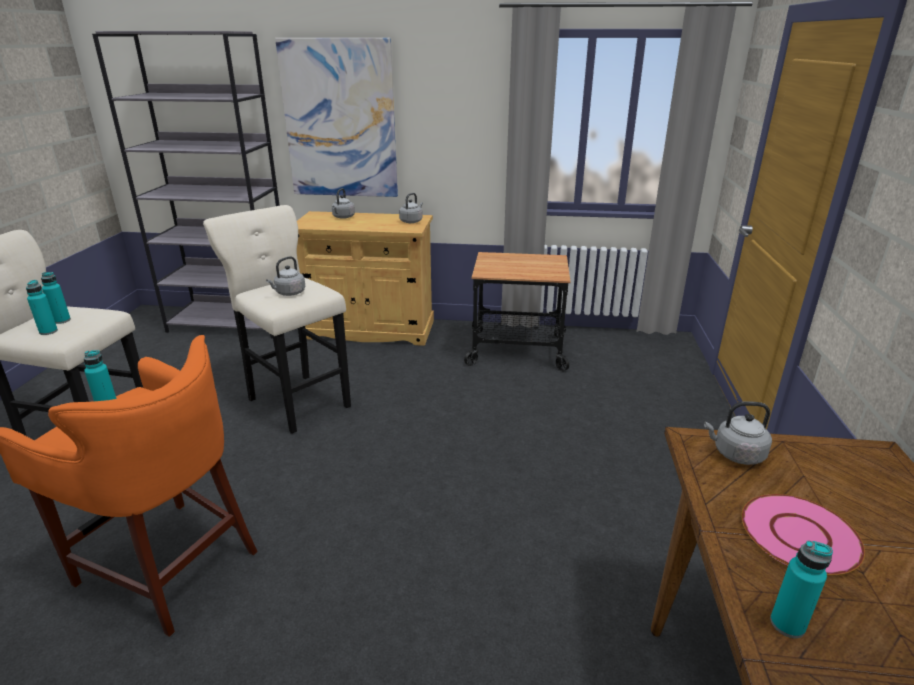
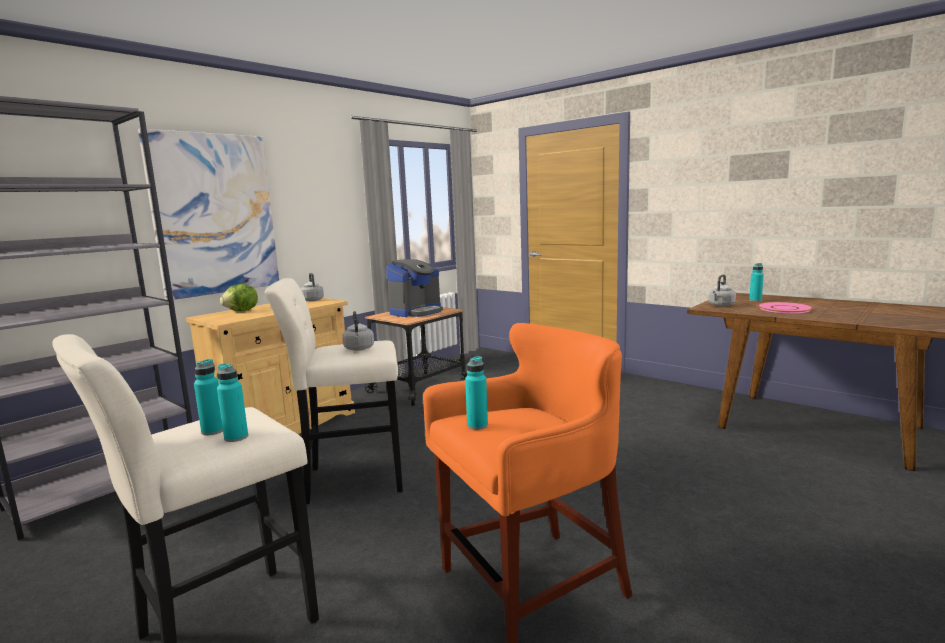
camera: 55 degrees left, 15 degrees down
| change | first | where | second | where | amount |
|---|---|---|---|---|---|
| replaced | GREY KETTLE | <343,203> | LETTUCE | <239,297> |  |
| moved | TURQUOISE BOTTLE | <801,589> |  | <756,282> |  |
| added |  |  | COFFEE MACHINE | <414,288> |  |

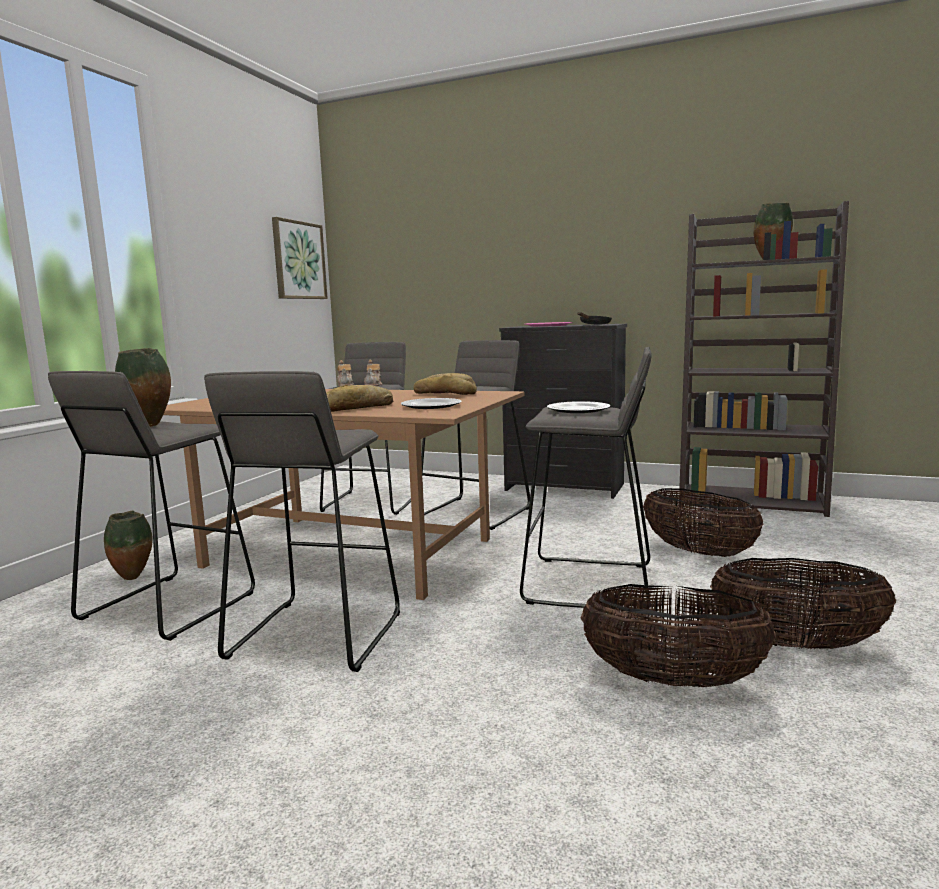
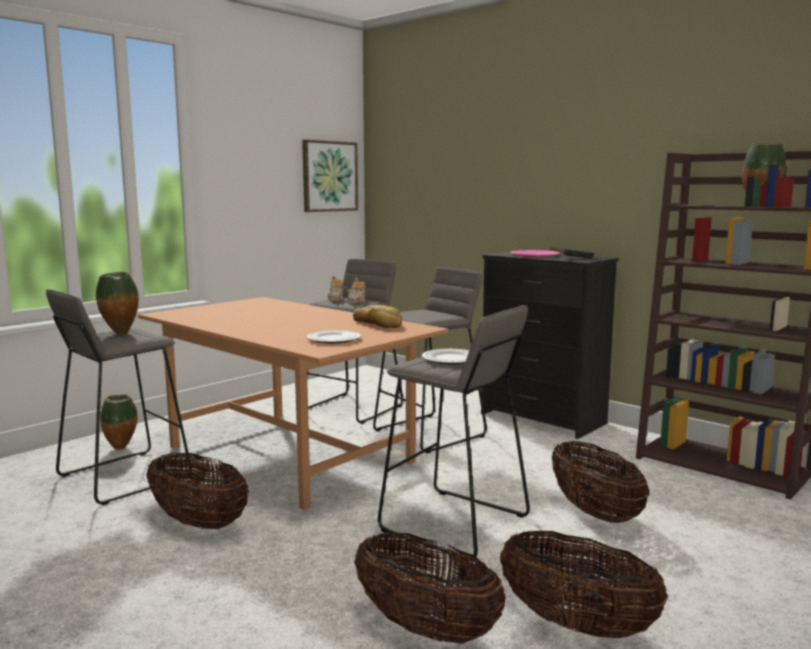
camera: 20 degrees right, 0 degrees up
| change | first | where | second | where | amount |
|---|---|---|---|---|---|
| replaced | GREY STOOL | <302,521> | BASKET | <197,491> |  |
| removed | BREAD | <360,398> |  |  |  |

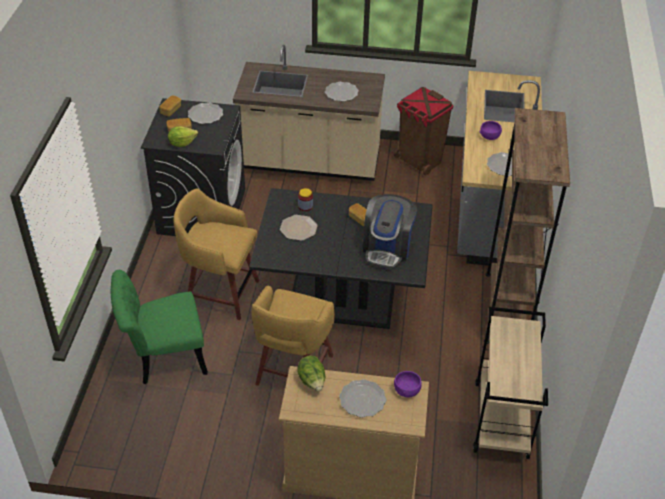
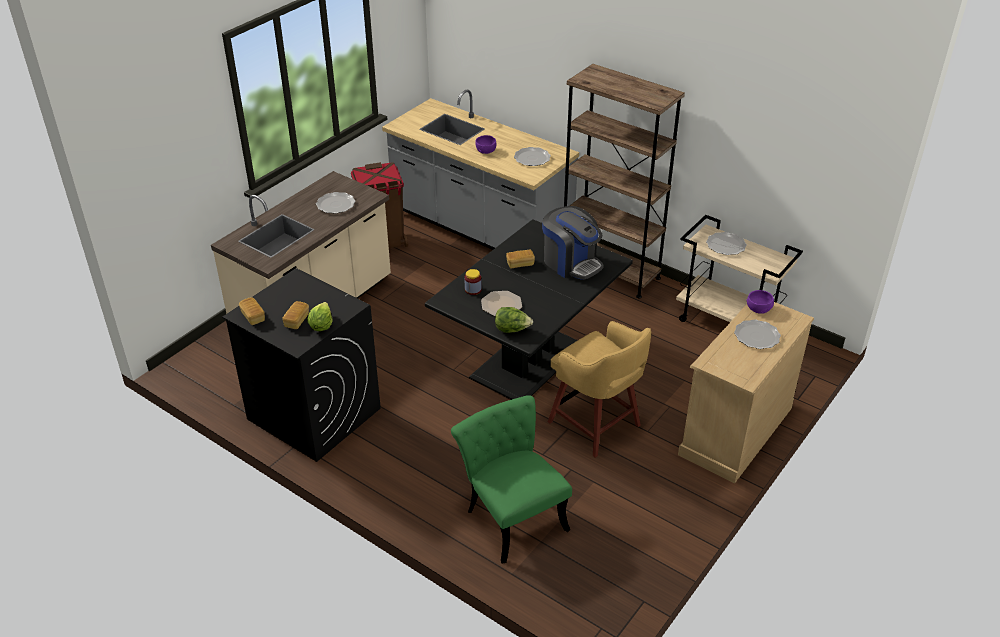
camera: 60 degrees left, 5 degrees down
| change | first | where | second | where | amount |
|---|---|---|---|---|---|
| turned | GREEN CHAIR | <159,327> |  | <511,479> | 135 degrees clockwise |
| removed | YELLOW STOOL | <216,254> |  |  |  |
| moved | PLATE | <205,113> |  | <726,243> |  |
| moved | LETTUCE | <311,373> |  | <514,320> |  |

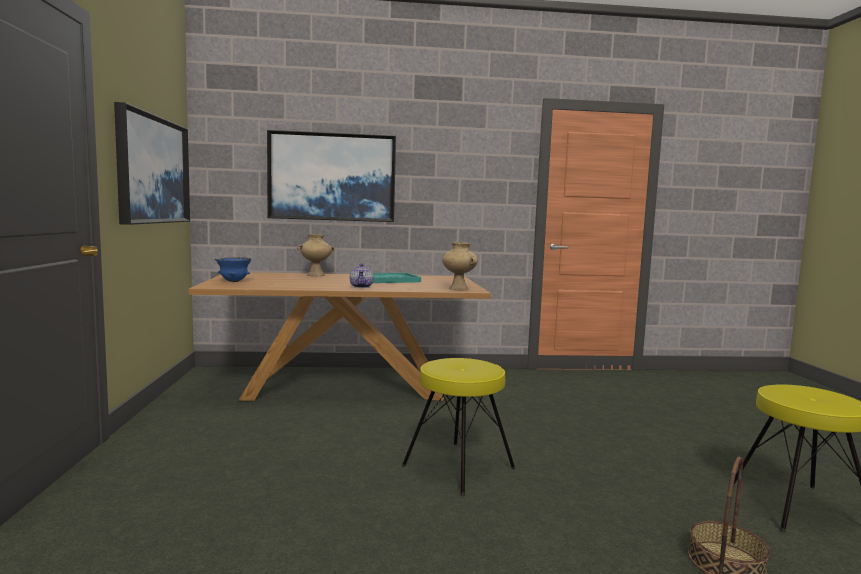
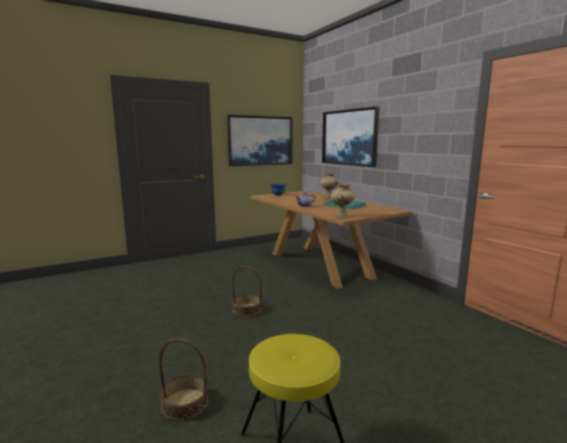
camera: 65 degrees right, 5 degrees up
| change | first | where | second | where | amount |
|---|---|---|---|---|---|
| replaced | YELLOW STOOL | <458,427> | BASKET | <247,291> |  |

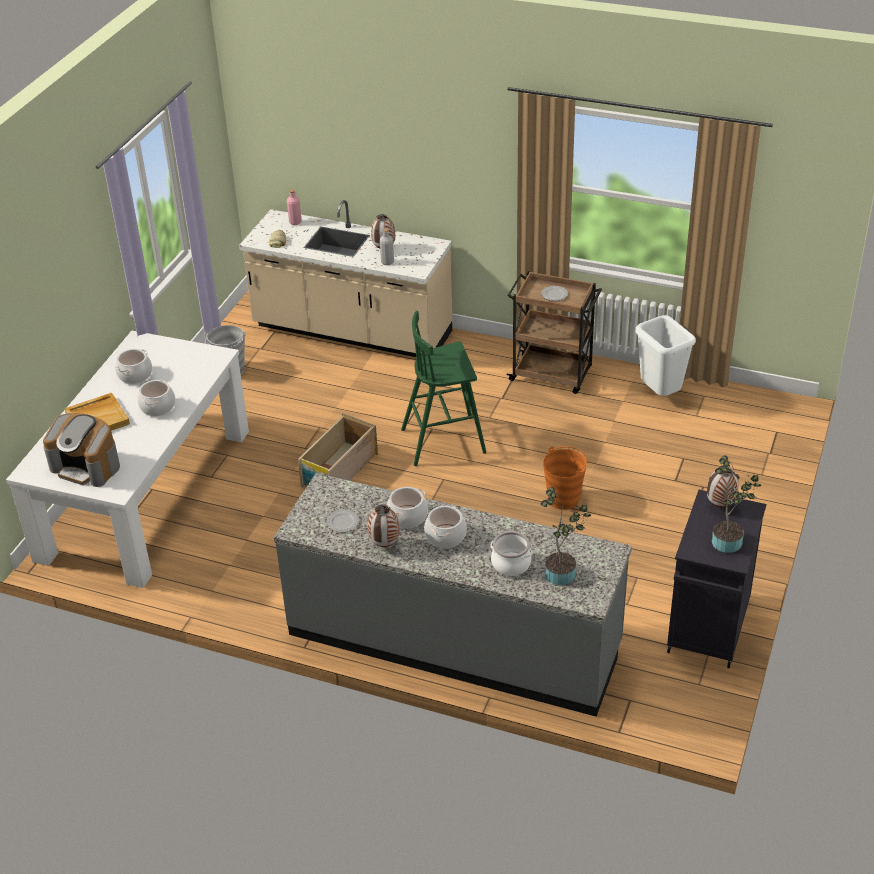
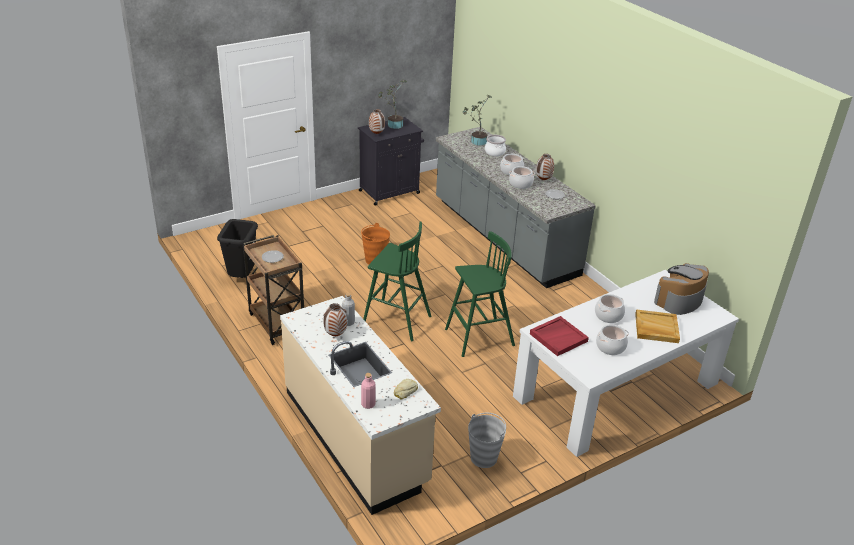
camera: 145 degrees left, 5 degrees down
| change | first | where | second | where | amount |
|---|---|---|---|---|---|
| turned | COFFEE MACHINE | <81,450> |  | <681,289> | 105 degrees counterclockwise |
| replaced | CRATE | <338,450> | GREEN STOOL | <480,294> |  |
| recoloured | WHITE TRASH CAN | <665,355> | BLACK TRASH CAN | <237,248> |  |
| added |  |  | RED TRAY | <559,336> |  |

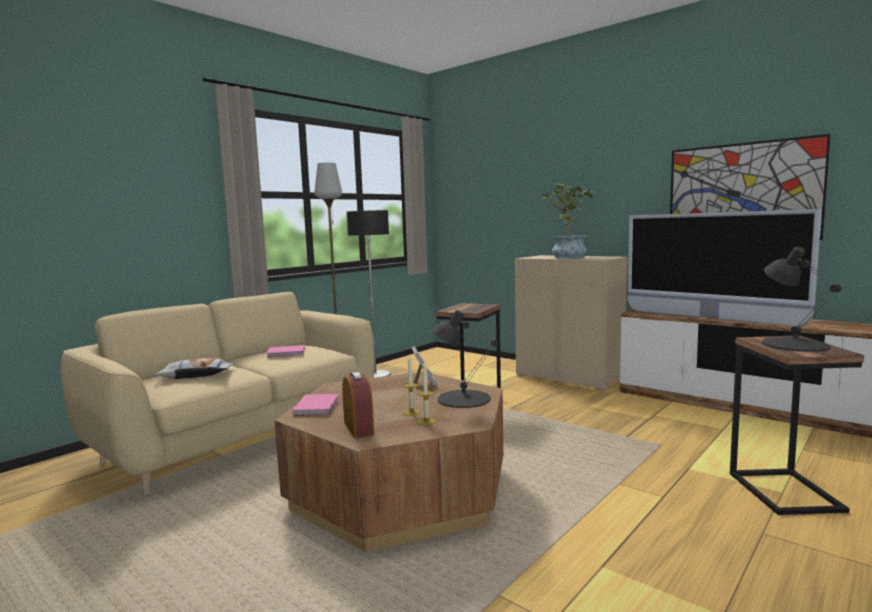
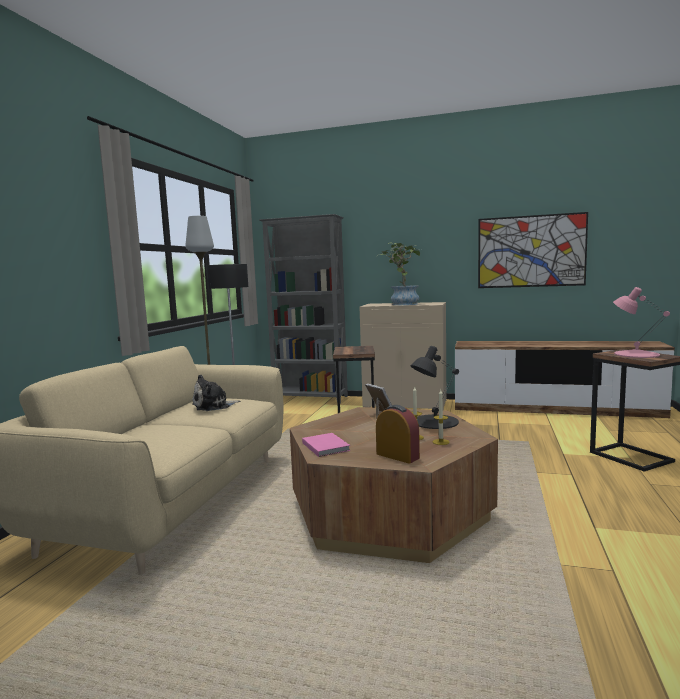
camera: 25 degrees left, 0 degrees up
| change | first | where | second | where | amount |
|---|---|---|---|---|---|
| removed | PILLOW | <194,368> |  |  |  |
| replaced | PINK BOOK | <285,351> | PLUSH TOY | <216,393> |  |
| removed | TELEVISION | <725,268> |  |  |  |
| recoloured | BLACK TABLE LAMP | <802,299> | PINK TABLE LAMP | <641,322> |  |
| added |  |  | GREY BOOKCASE | <303,308> |  |

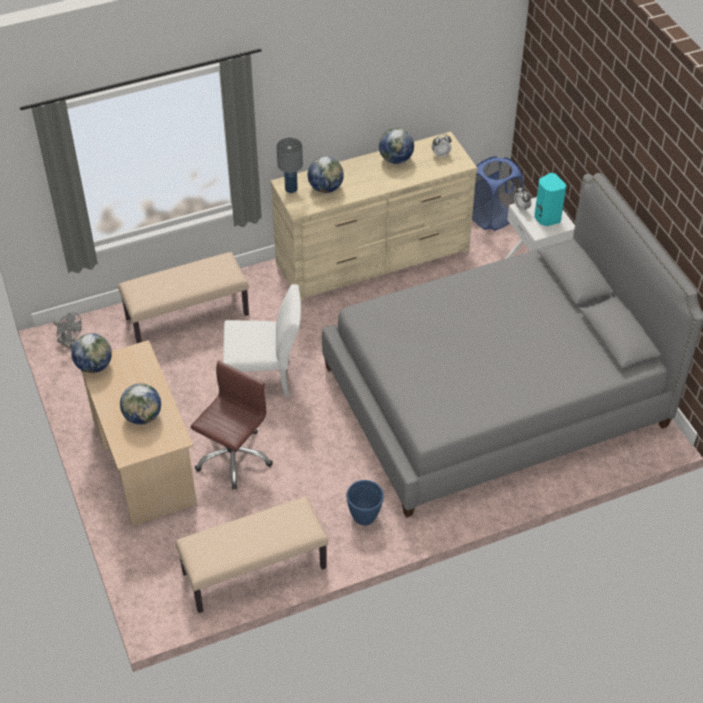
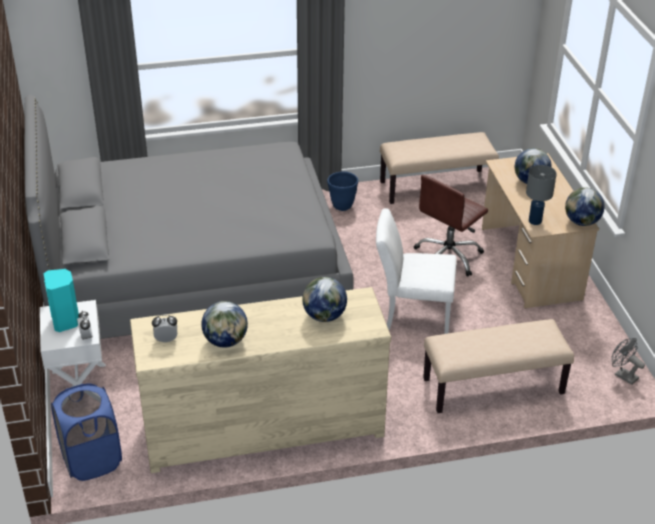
camera: 170 degrees left, 10 degrees down
| change | first | where | second | where | amount |
|---|---|---|---|---|---|
| moved | GREY TABLE LAMP | <290,165> |  | <541,195> |  |

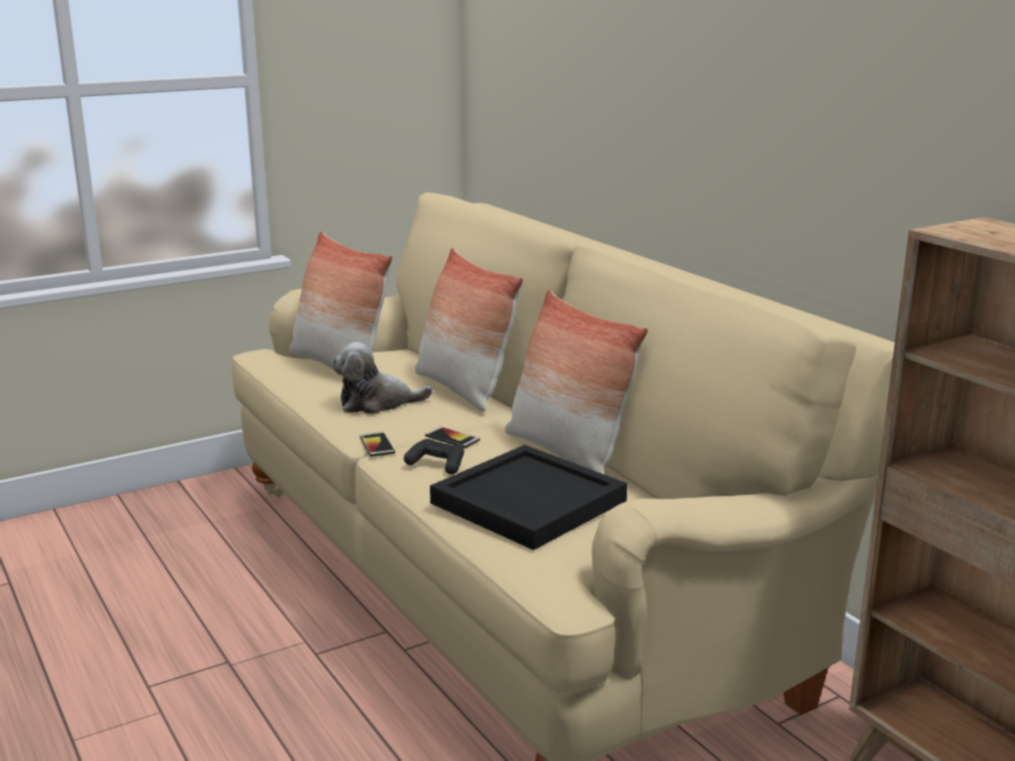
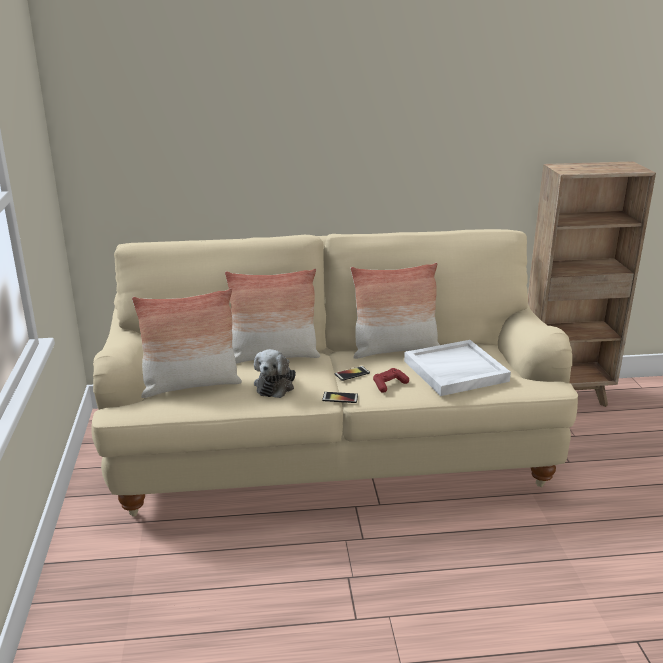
camera: 65 degrees left, 5 degrees up
| change | first | where | second | where | amount |
|---|---|---|---|---|---|
| recoloured | BLACK GAME CONTROLLER | <434,456> | RED GAME CONTROLLER | <391,380> |  |
| recoloured | BLACK TRAY | <528,497> | WHITE TRAY | <457,368> |  |

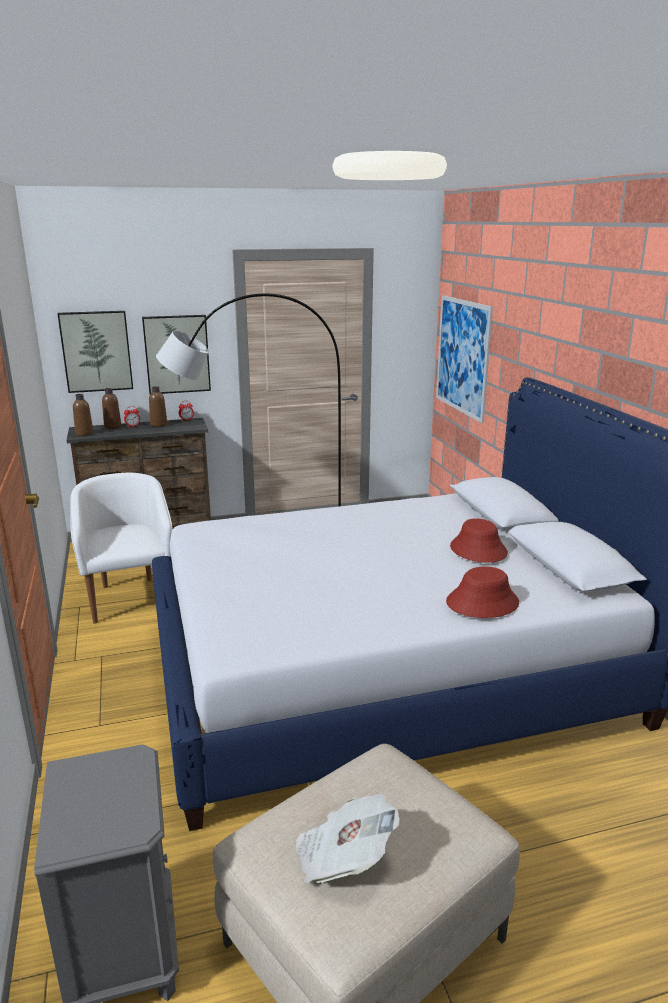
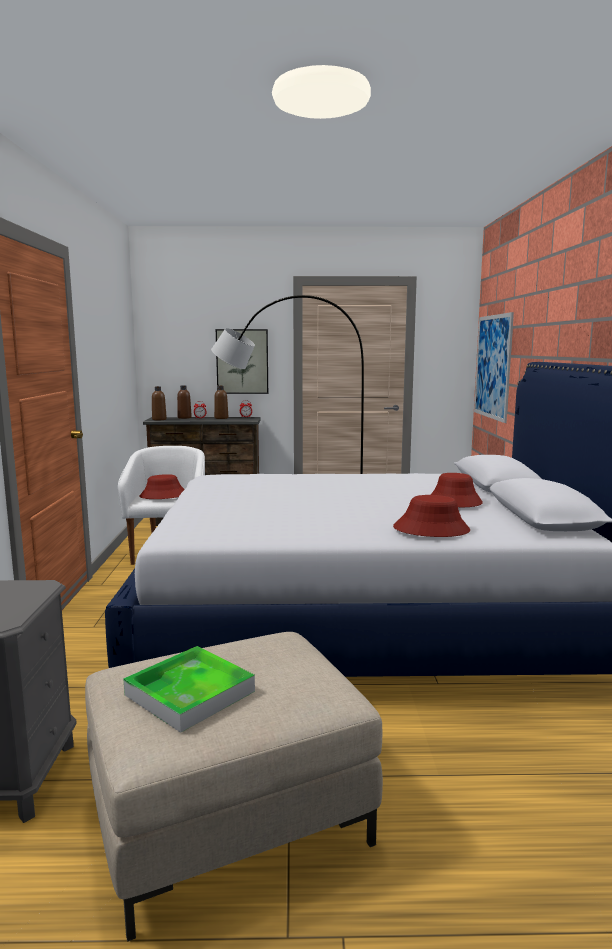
camera: 15 degrees right, 10 degrees down
| change | first | where | second | where | amount |
|---|---|---|---|---|---|
| removed | PICTURE | <95,352> |  |  |  |
| replaced | NEWSPAPER | <347,839> | TRAY | <189,689> |  |
| added |  |  | RED HAT | <162,486> |  |

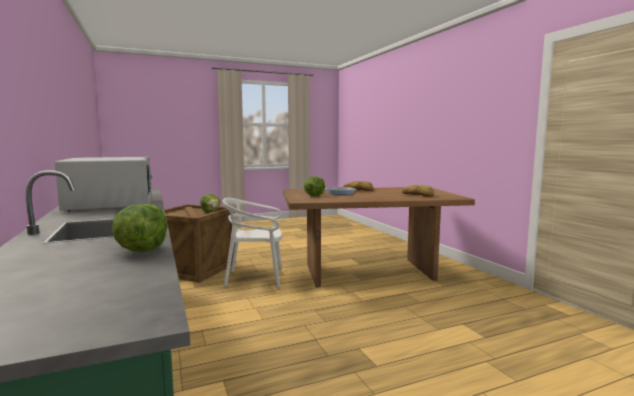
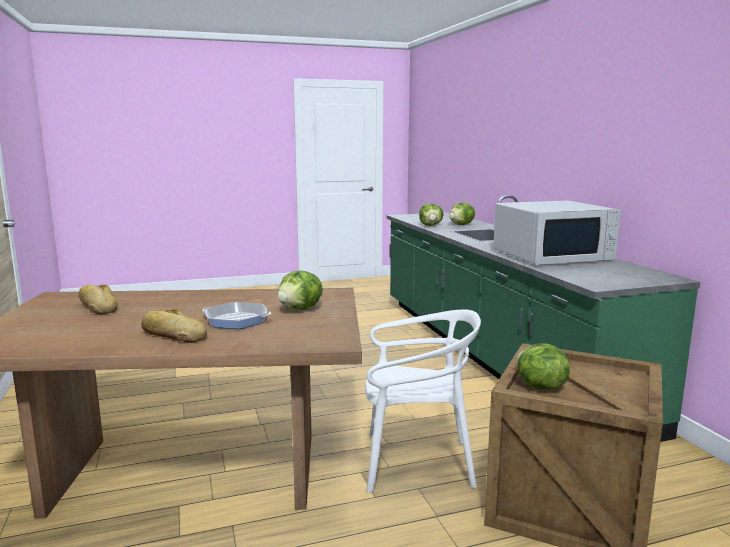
camera: 175 degrees left, 5 degrees up
| change | first | where | second | where | amount |
|---|---|---|---|---|---|
| turned | WHITE MICROWAVE | <103,184> |  | <557,232> | 90 degrees counterclockwise |
| added |  |  | LETTUCE | <462,214> |  |

